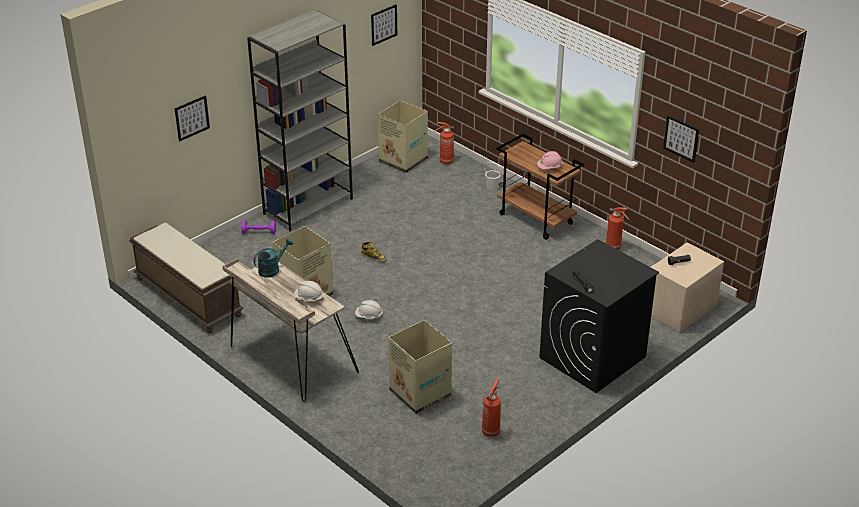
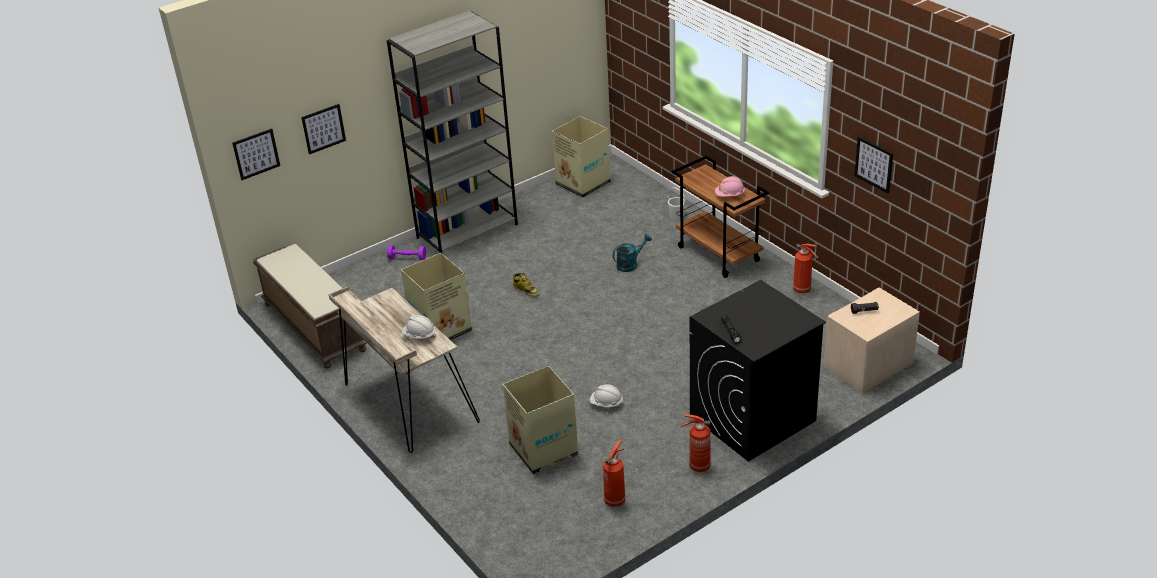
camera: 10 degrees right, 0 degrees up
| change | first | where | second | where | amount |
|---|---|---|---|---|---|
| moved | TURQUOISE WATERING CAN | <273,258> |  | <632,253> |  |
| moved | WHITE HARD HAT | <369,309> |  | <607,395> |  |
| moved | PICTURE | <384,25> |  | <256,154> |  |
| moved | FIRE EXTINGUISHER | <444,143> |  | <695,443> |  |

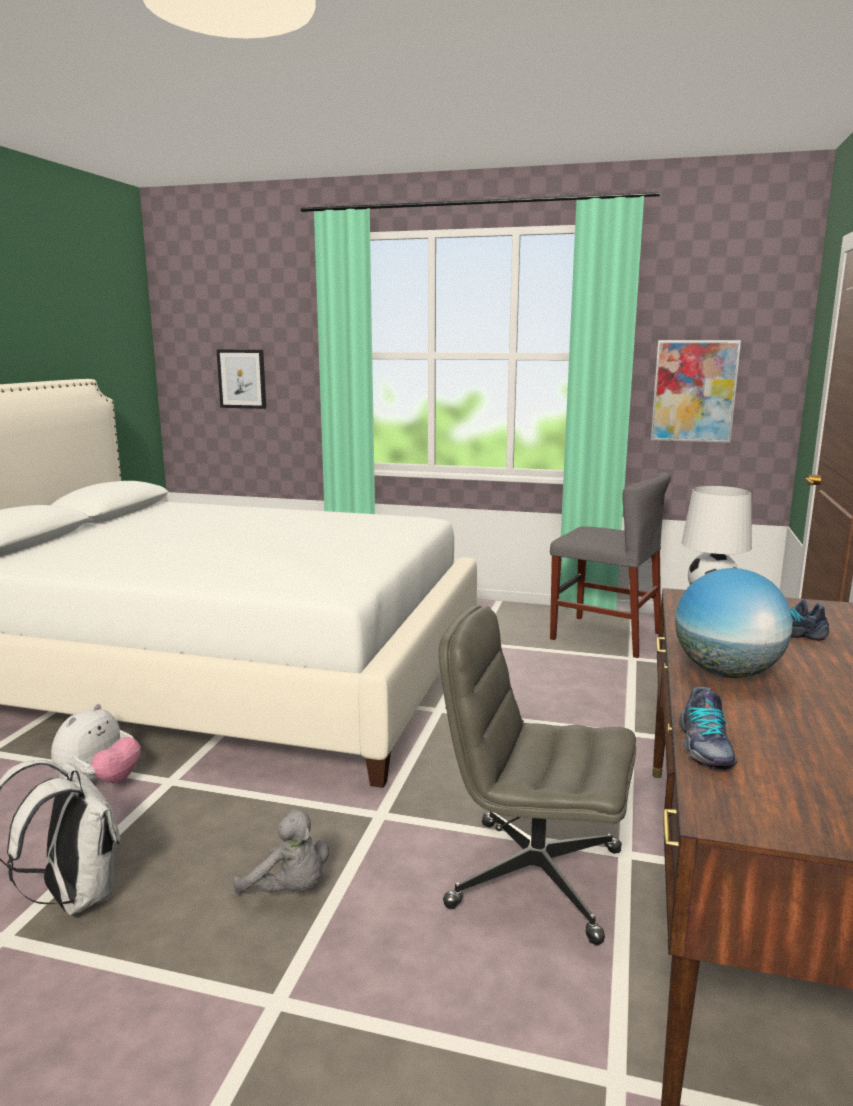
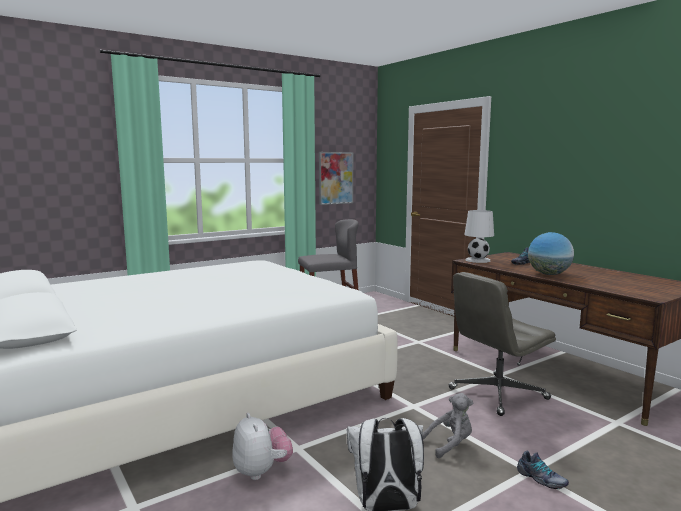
camera: 50 degrees left, 5 degrees down
| change | first | where | second | where | amount |
|---|---|---|---|---|---|
| removed | PICTURE | <241,379> |  |  |  |
| moved | SHOE | <708,729> |  | <543,470> |  |

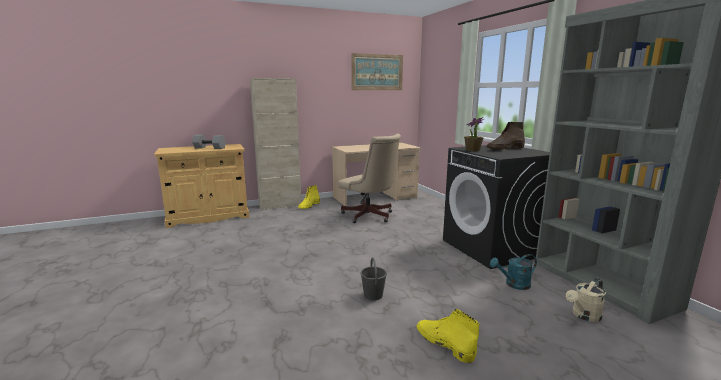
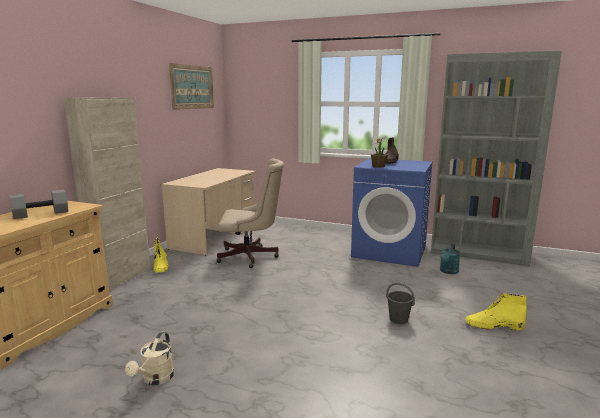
camera: 45 degrees left, 0 degrees up
| change | first | where | second | where | amount |
|---|---|---|---|---|---|
| recoloured | BLACK WASHING MACHINE | <496,207> | BLUE WASHING MACHINE | <392,212> |  |
| moved | BEIGE WATERING CAN | <586,300> |  | <149,358> |  |

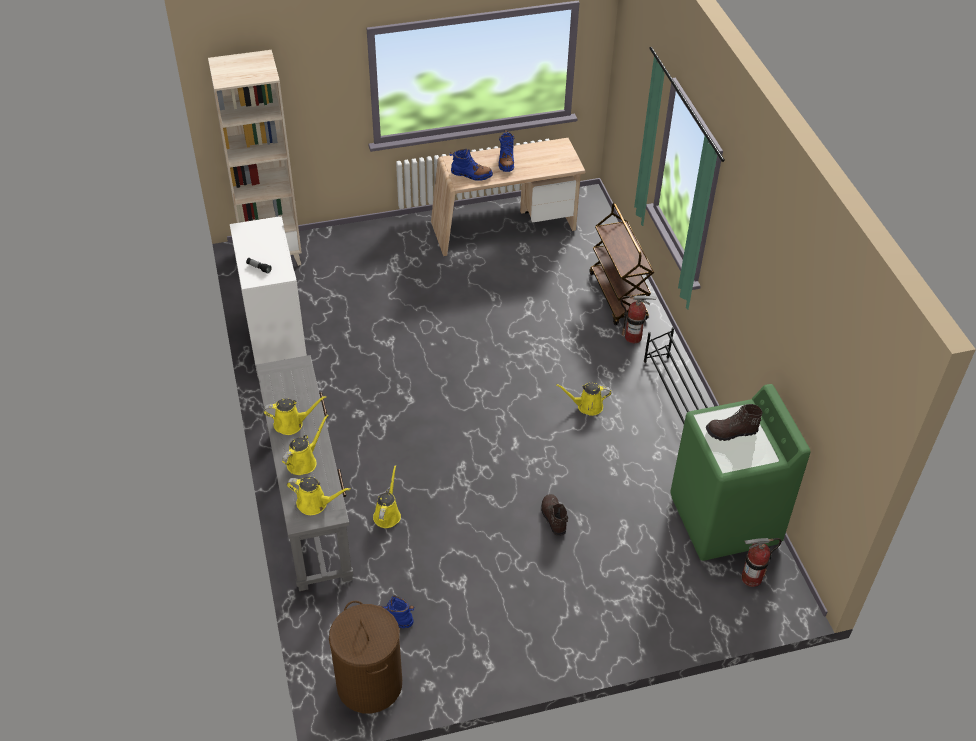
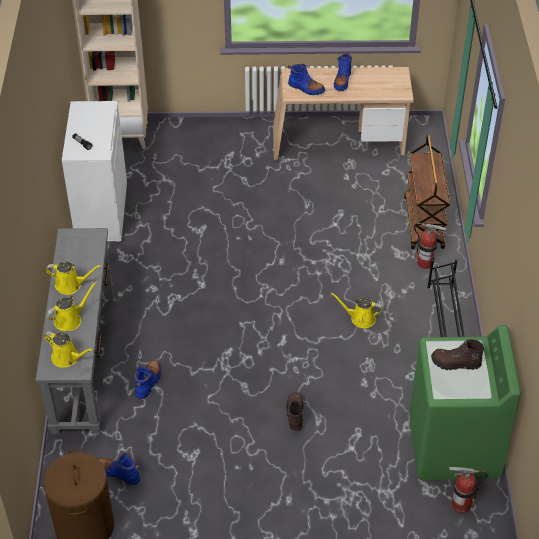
camera: 15 degrees right, 0 degrees up
| change | first | where | second | where | amount |
|---|---|---|---|---|---|
| replaced | YELLOW WATERING CAN | <387,496> | BLUE BOOT | <148,379> |  |

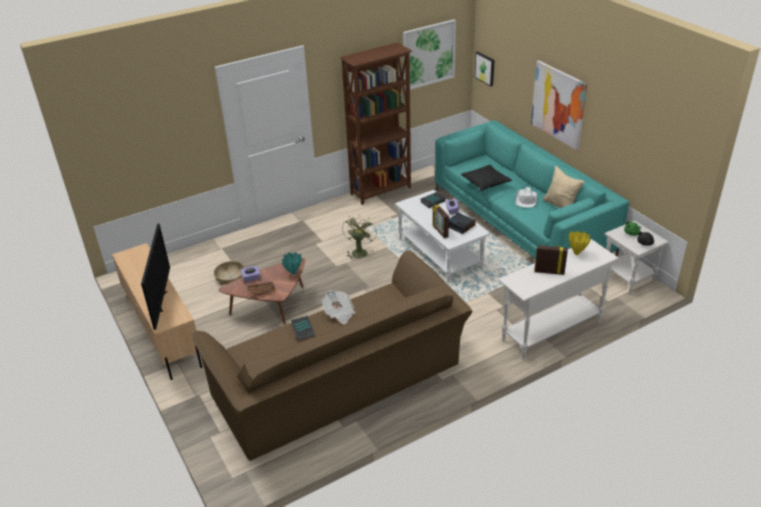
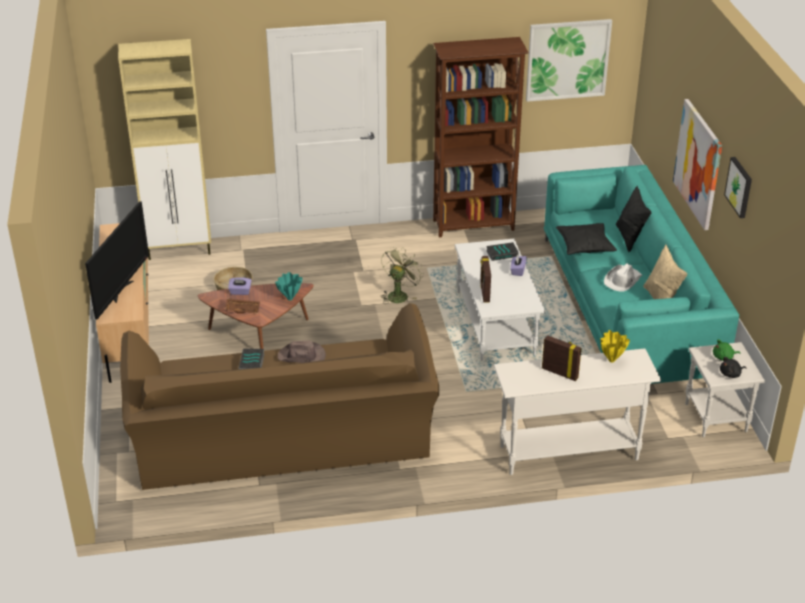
camera: 20 degrees right, 0 degrees up
| change | first | where | second | where | amount |
|---|---|---|---|---|---|
| replaced | NEWSPAPER | <339,307> | BROWN HAT | <302,352> |  |
| removed | ALARM CLOCK | <462,223> |  |  |  |
| moved | PICTURE | <484,69> |  | <738,187> |  |
| added |  |  | BEIGE CABINET | <164,149> |  |
| added |  |  | BLACK PILLOW | <633,219> |  |

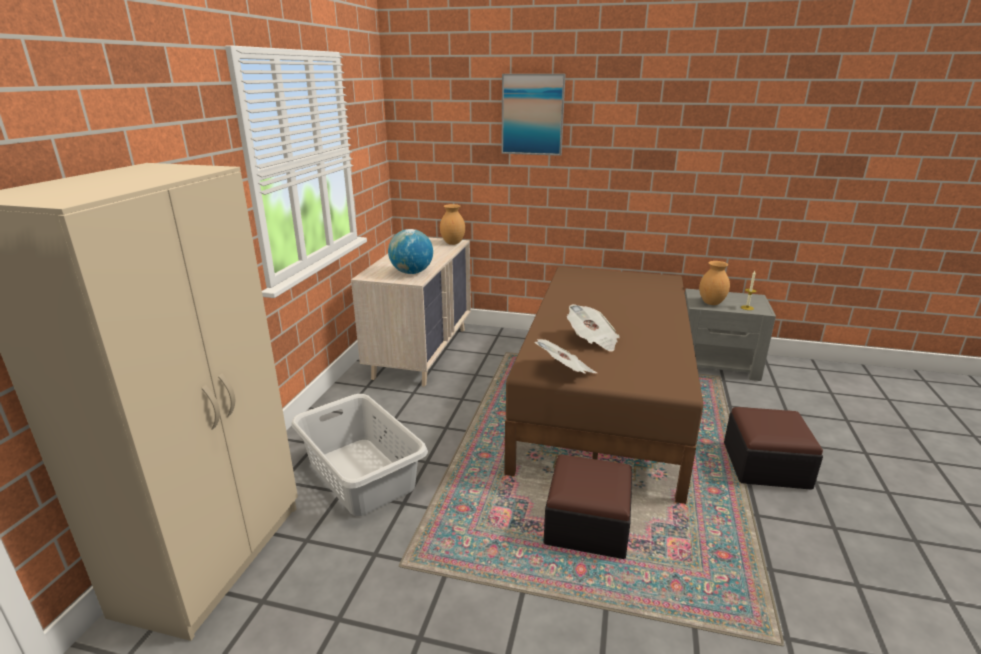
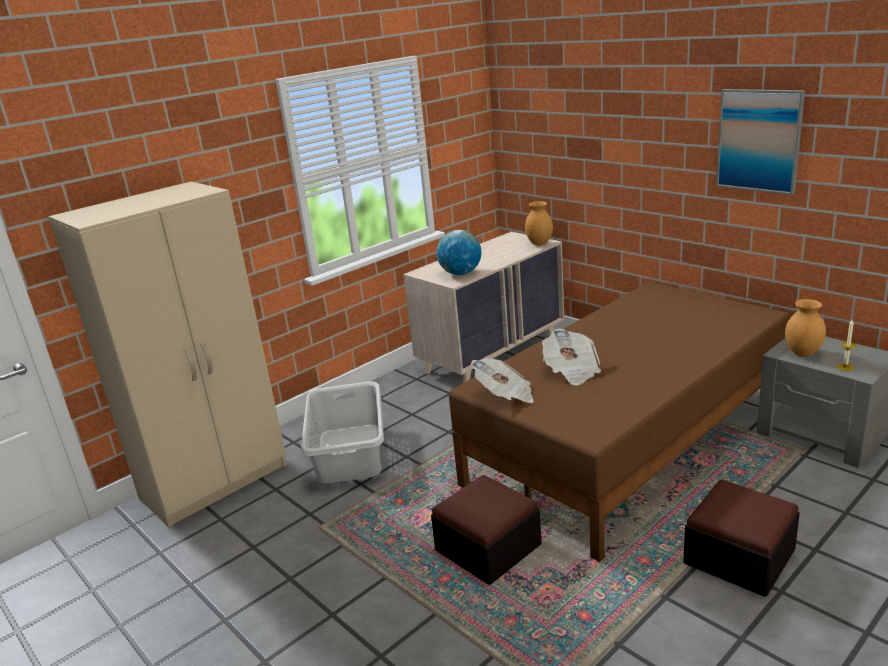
camera: 35 degrees right, 0 degrees up
| change | first | where | second | where | amount |
|---|---|---|---|---|---|
| moved | PICTURE | <533,115> |  | <760,142> |  |

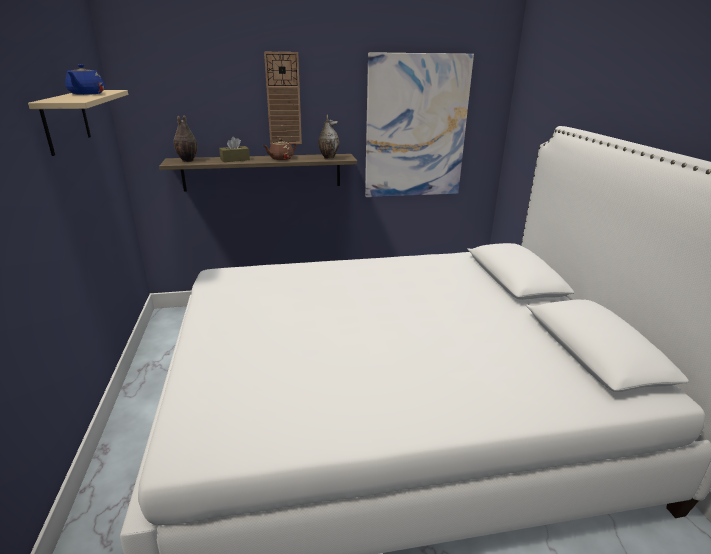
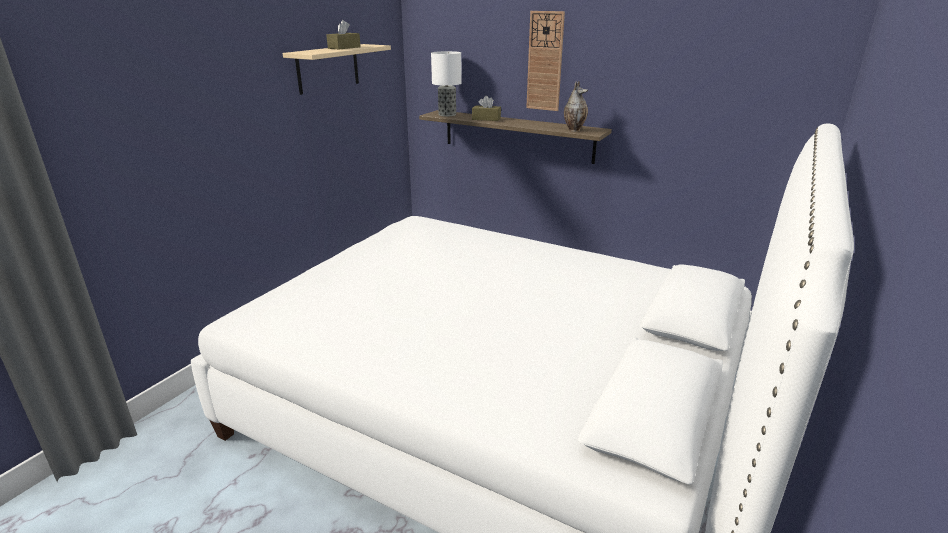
camera: 40 degrees right, 0 degrees up
| change | first | where | second | where | amount |
|---|---|---|---|---|---|
| replaced | BLUE TEAPOT | <85,79> | BROWN TISSUE BOX | <343,34> |  |
| replaced | VASE | <185,138> | TABLE LAMP | <446,83> |  |
| removed | BROWN TEAPOT | <279,149> |  |  |  |
| removed | PICTURE | <419,124> |  |  |  |

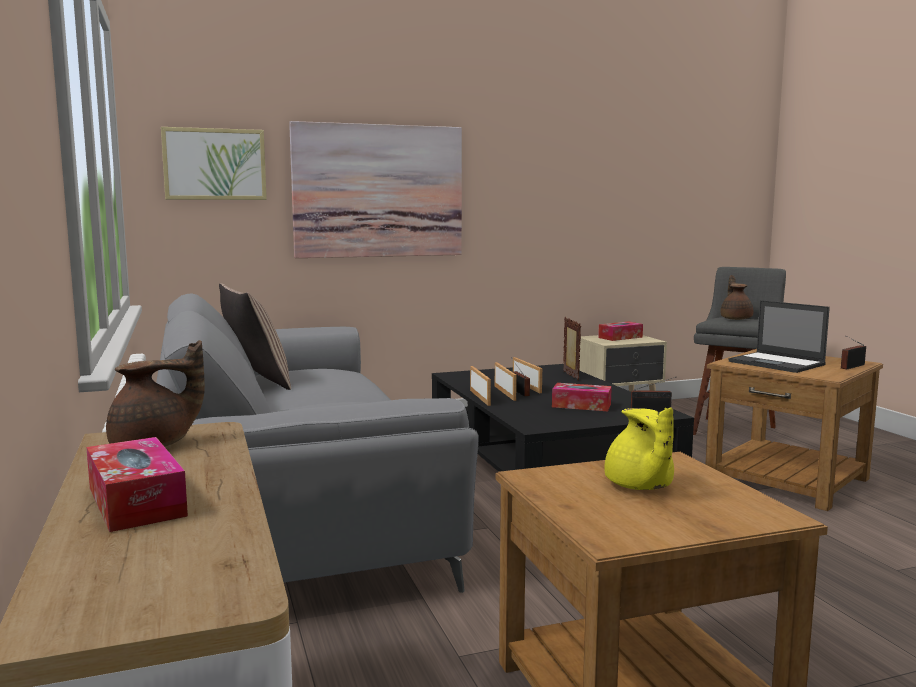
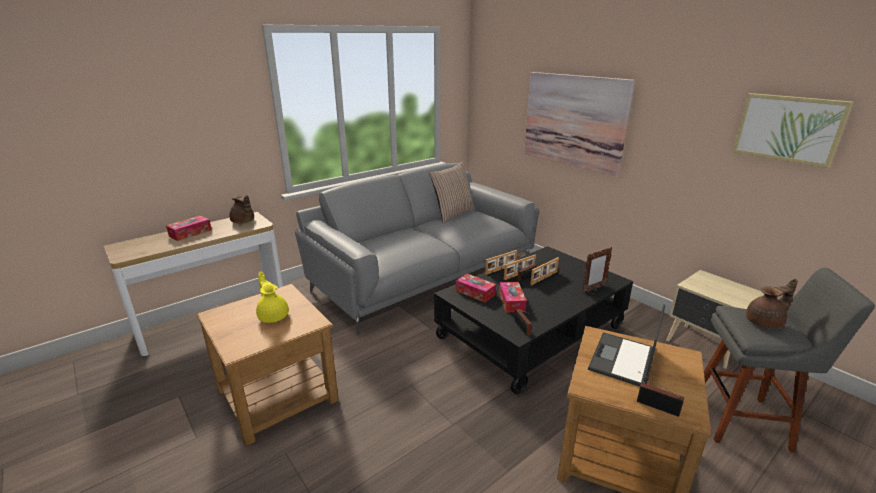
camera: 70 degrees right, 15 degrees up
| change | first | where | second | where | amount |
|---|---|---|---|---|---|
| moved | PICTURE | <214,163> |  | <792,130> |  |
| moved | TISSUE BOX | <620,331> |  | <476,288> |  |
| turned | YELLOW TEAPOT | <639,448> |  | <272,297> | 90 degrees clockwise |

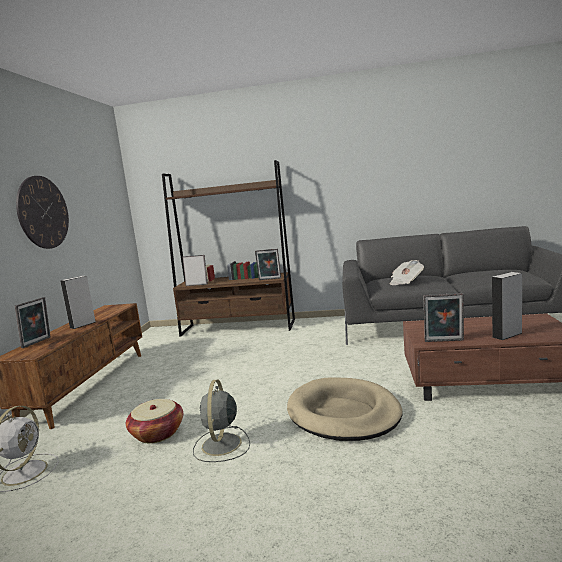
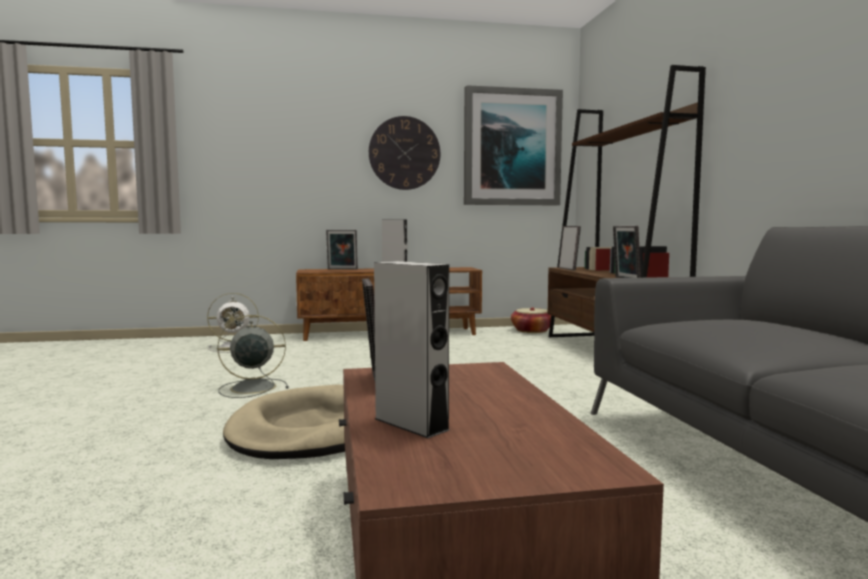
camera: 70 degrees right, 5 degrees down
| change | first | where | second | where | amount |
|---|---|---|---|---|---|
| moved | BASKET | <154,421> |  | <531,320> |  |
| removed | NEWSPAPER | <406,272> |  |  |  |
| added |  |  | PICTURE | <513,145> |  |

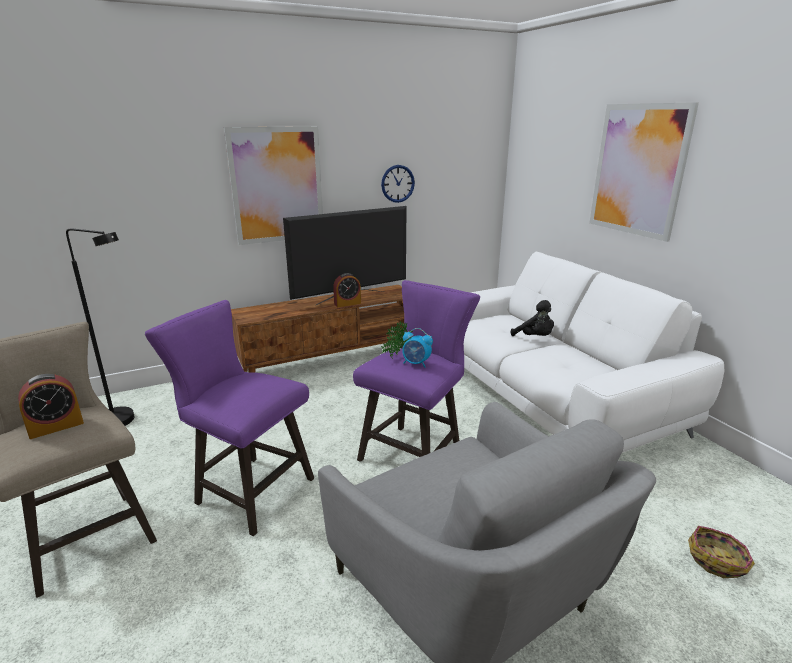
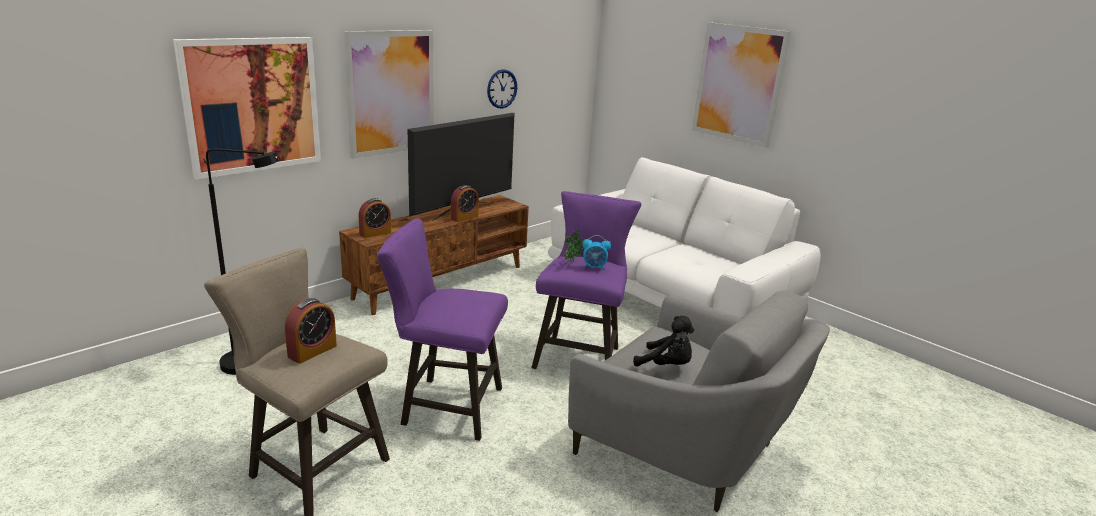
camera: 20 degrees left, 0 degrees up
| change | first | where | second | where | amount |
|---|---|---|---|---|---|
| moved | BLACK PLUSH TOY | <532,318> |  | <663,341> |  |
| removed | BASKET | <721,552> |  |  |  |
| added |  |  | PICTURE | <247,108> |  |
| added |  |  | ALARM CLOCK | <374,218> |  |

